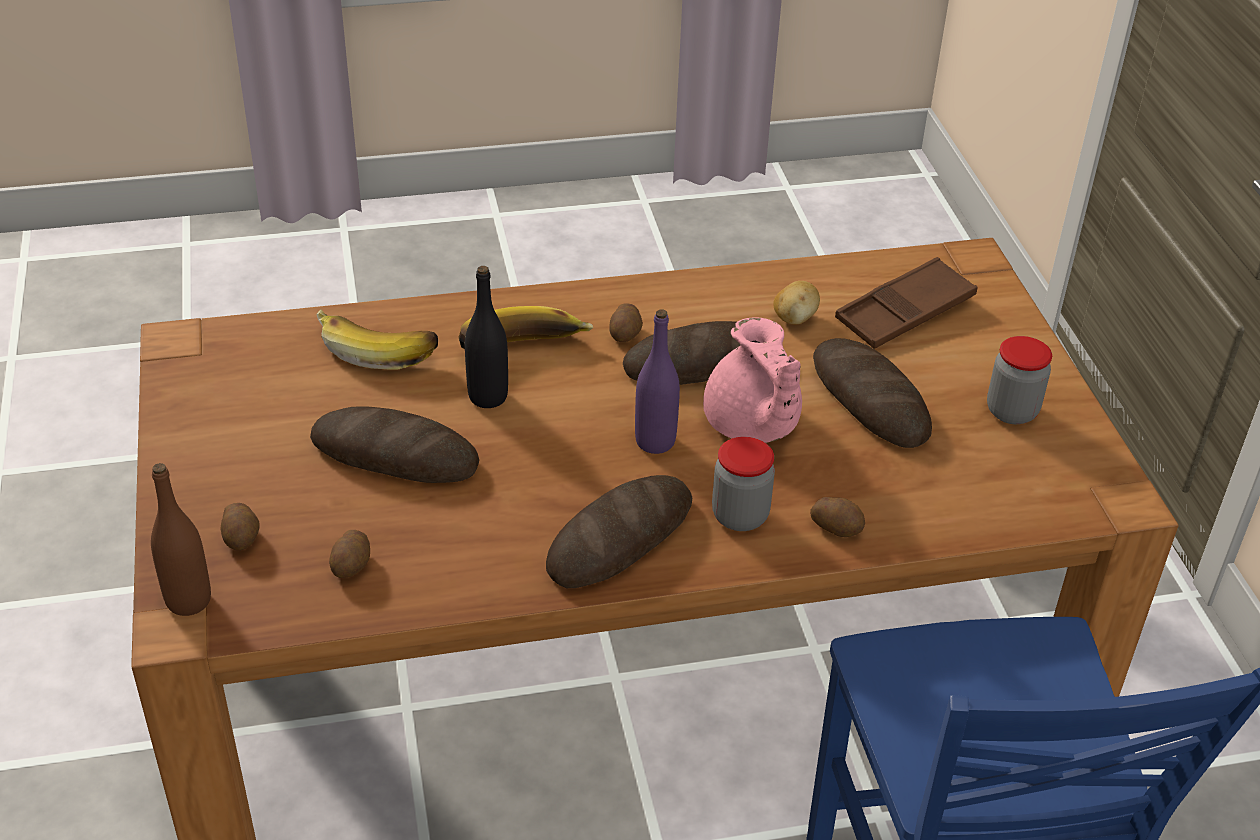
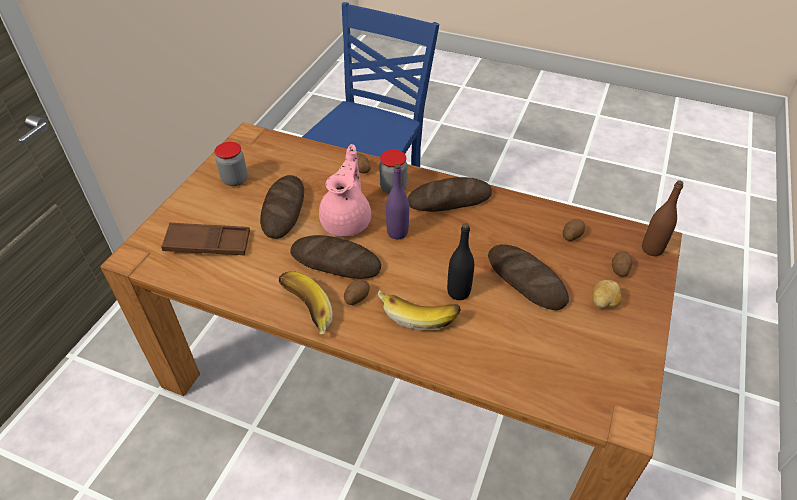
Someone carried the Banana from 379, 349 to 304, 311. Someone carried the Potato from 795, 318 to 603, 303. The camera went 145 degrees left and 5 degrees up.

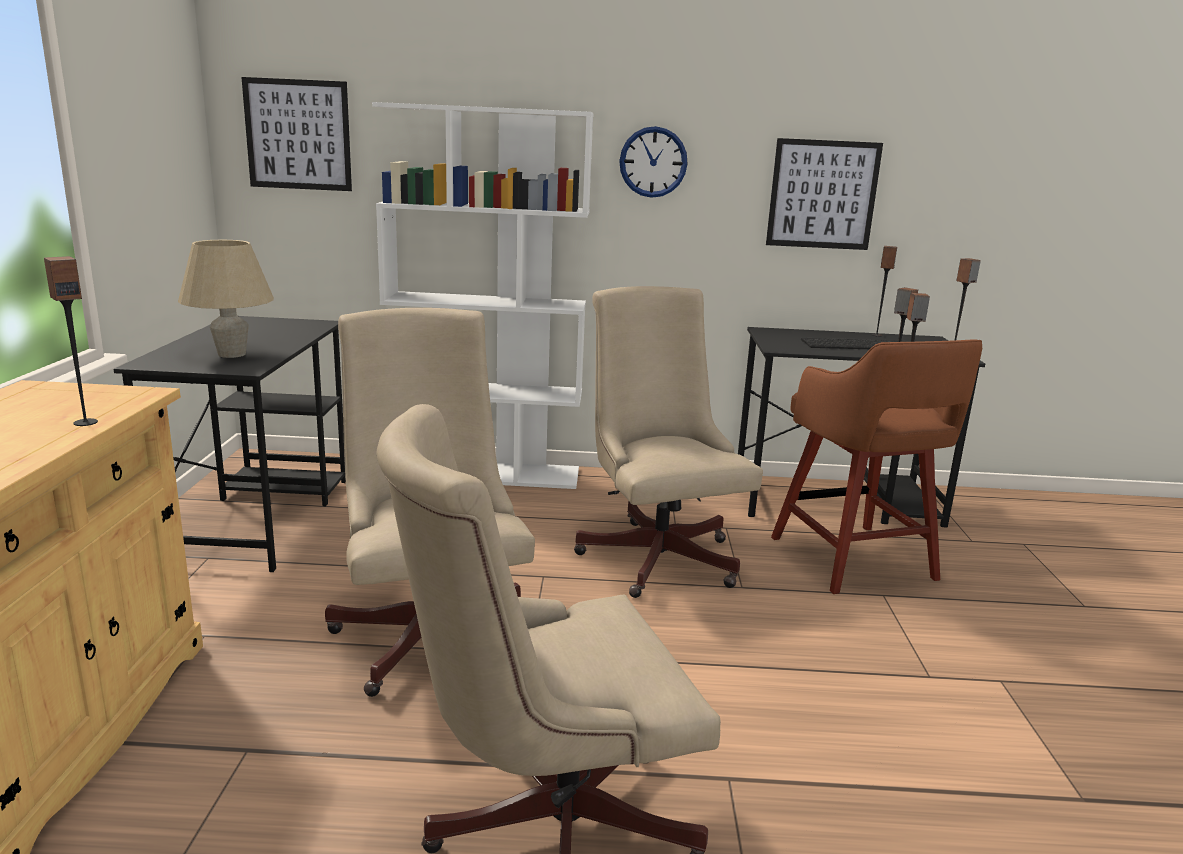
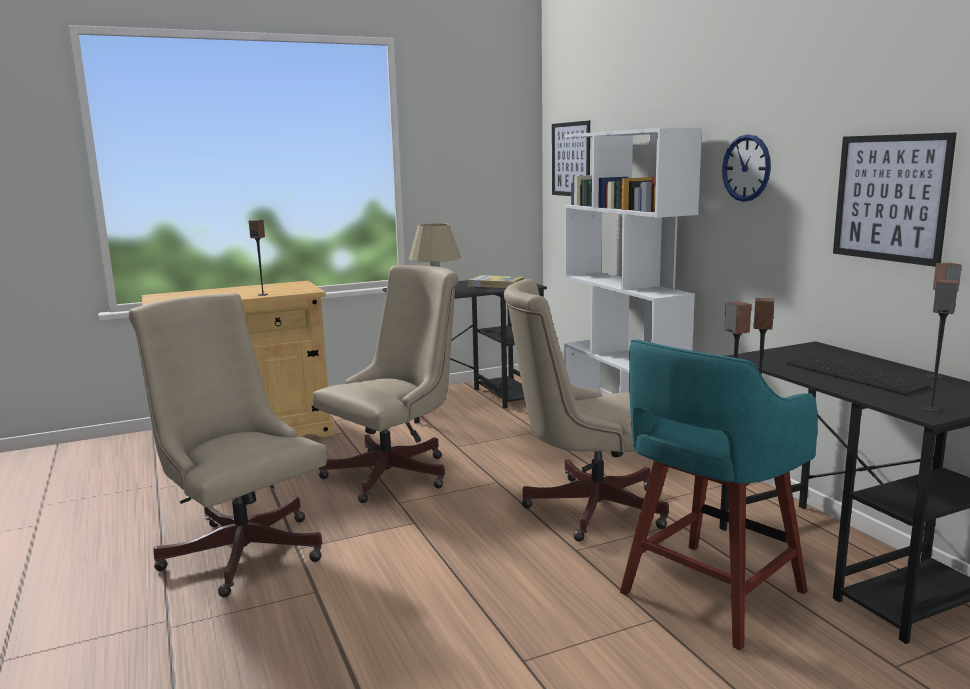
Someone put down the Book at 496, 284. Someone repainted the BrownStool at 854, 561, which became the TurquoiseStool at 709, 594. Someone rotated the BeigeOfficeChair at 656, 553 by 135 degrees counterclockwise. The camera went 65 degrees right and 5 degrees down.

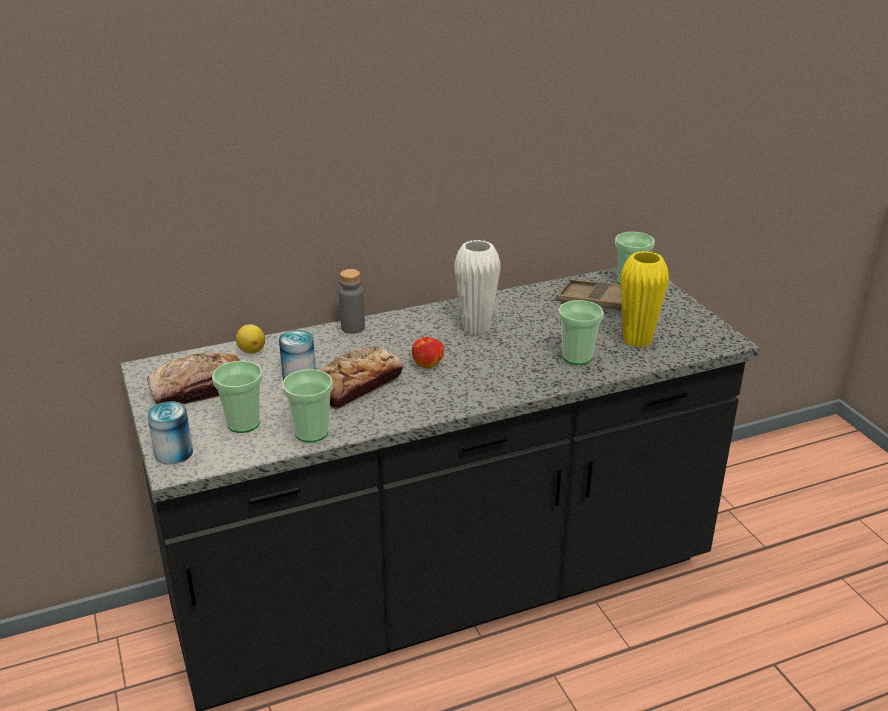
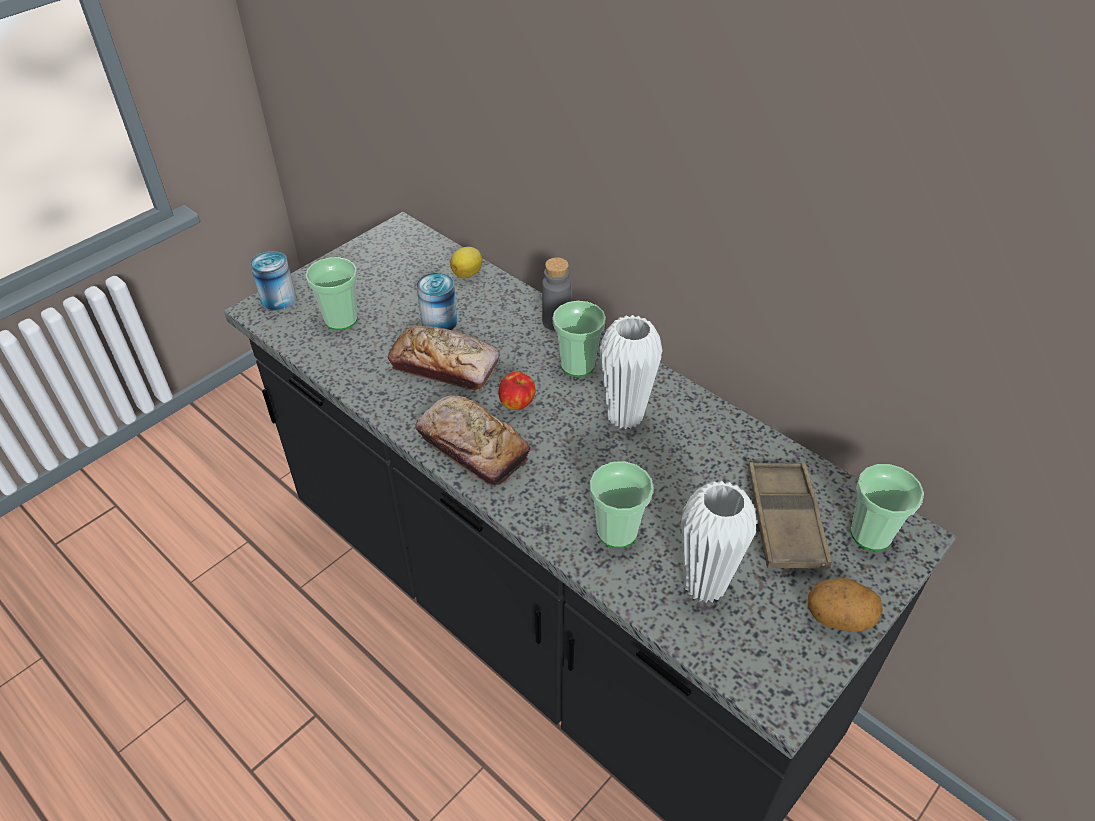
Someone put down the Potato at 838, 618. Someone carried the Bread from 198, 389 to 472, 447. Someone carried the Cup from 311, 433 to 577, 365. Someone repainted the YellowVase at 637, 340, which became the WhiteVase at 704, 585. The camera went 65 degrees right and 15 degrees up.

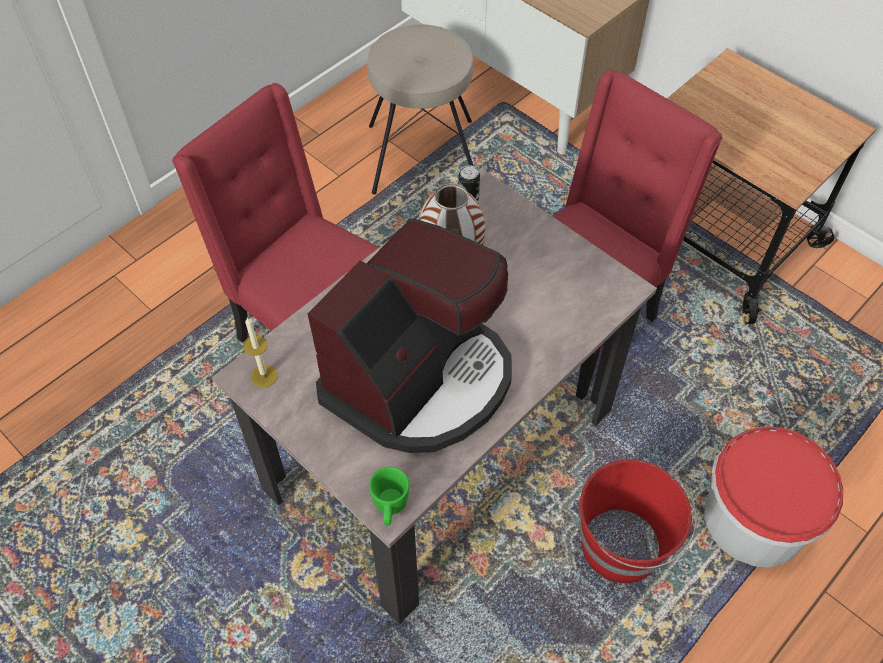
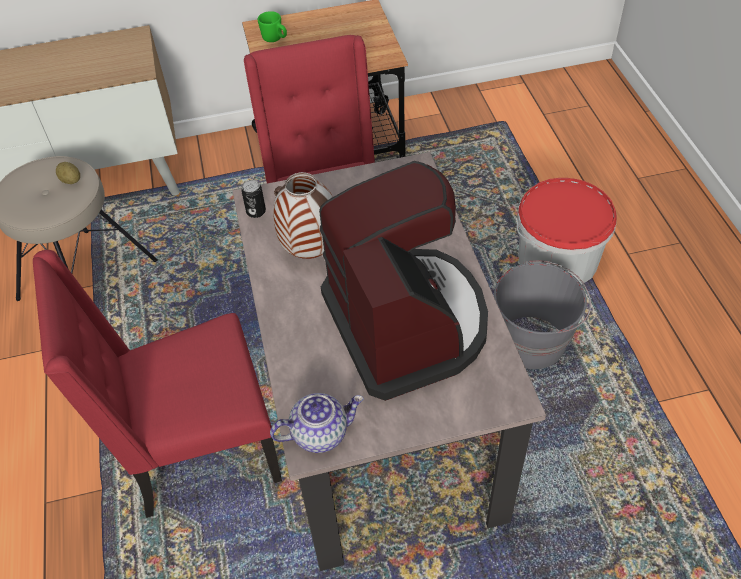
Someone put down the Potato at 71, 180. Someone carried the GreenMug from 390, 508 to 275, 39. Someone swapped the Candle at 264, 376 for the Teapot at 320, 433. Someone repainted the RedBucket at 622, 546, which became the GreyBucket at 532, 342. The camera went 55 degrees left and 5 degrees down.

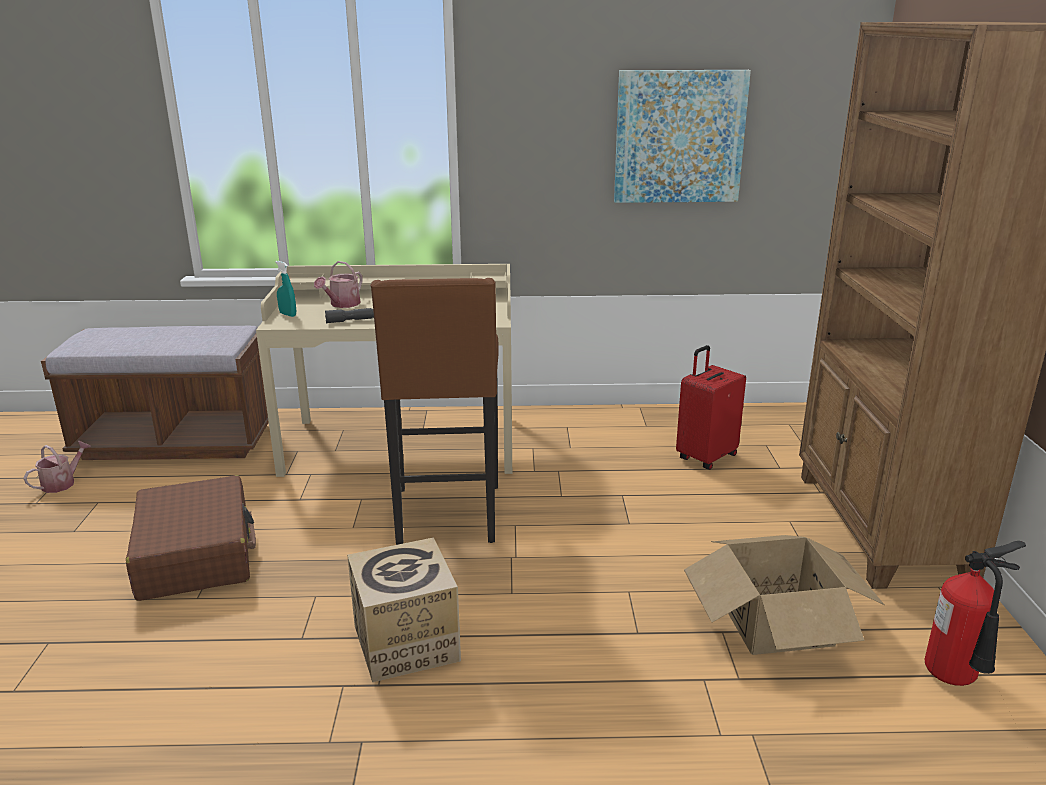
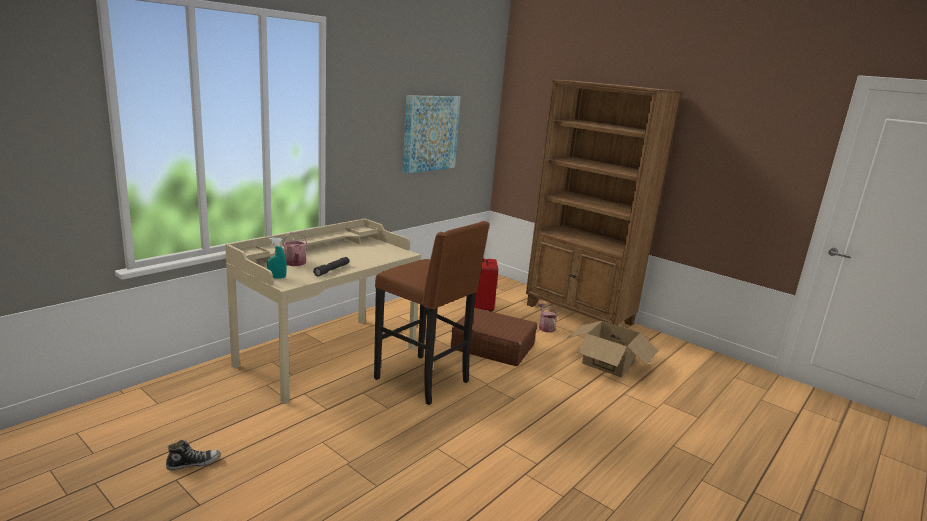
Someone took away the BrownBench at 176, 442. Someone took away the CardboardBox at 406, 643. Someone took away the FireExtinguisher at 956, 680. Someone put down the Shoe at 194, 463. Someone carried the WateringCan from 62, 483 to 545, 327. Someone carried the BrownSuitcase from 196, 554 to 492, 347. The camera went 50 degrees left and 5 degrees down.

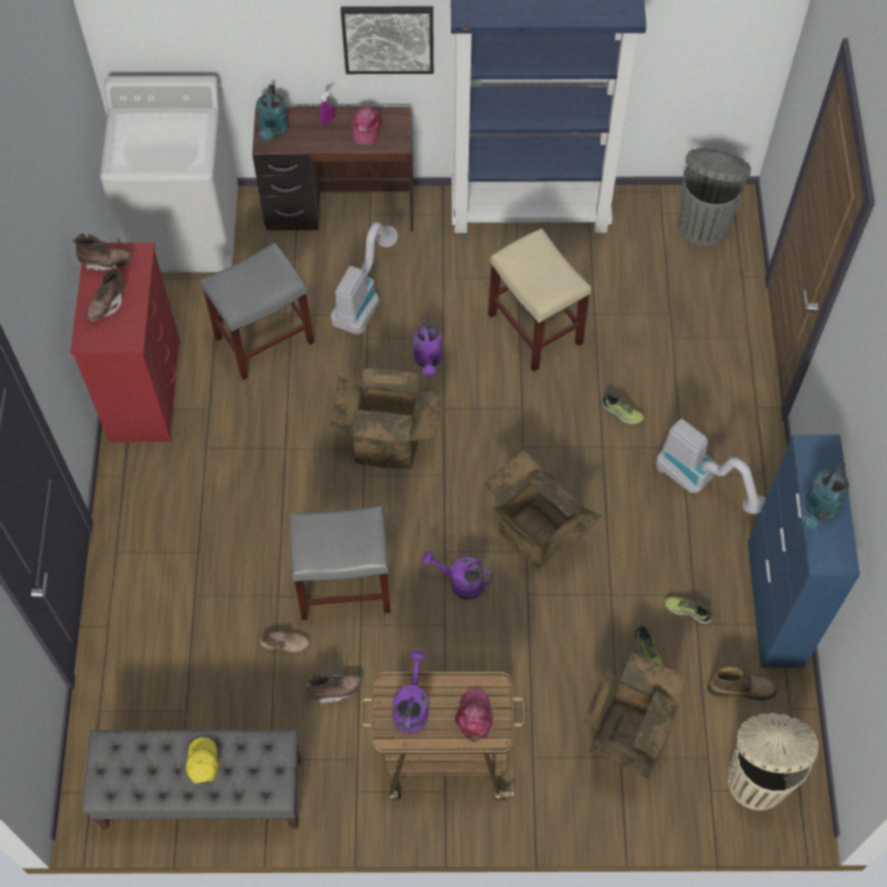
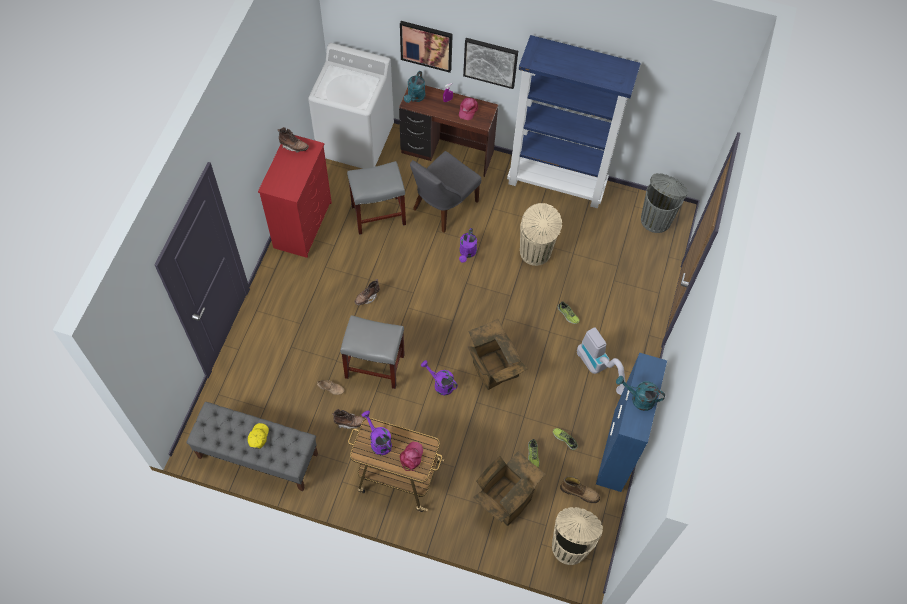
Someone took away the CardboardBox at 388, 438. Someone put up the Picture at 426, 45. Someone carried the BrownBoot from 107, 304 to 367, 297. Someone swapped the VacuumCleaner at 363, 297 for the GreyChair at 443, 207. Someone swapped the BeigeStool at 536, 329 for the BeigeTrashCan at 535, 253. Someone rotated the PurpleWateringCan at 411, 707 by 60 degrees counterclockwise. Someone rotated the TurquoiseWateringCan at 819, 509 by 60 degrees clockwise. The camera went 15 degrees right and 0 degrees up.

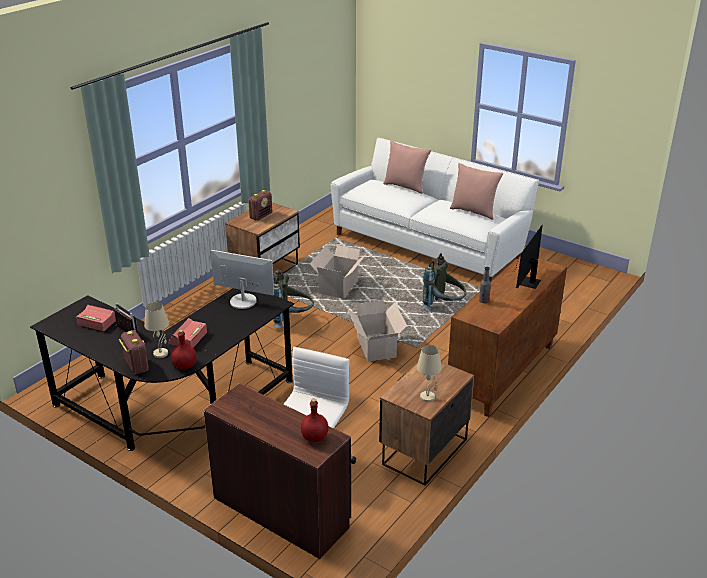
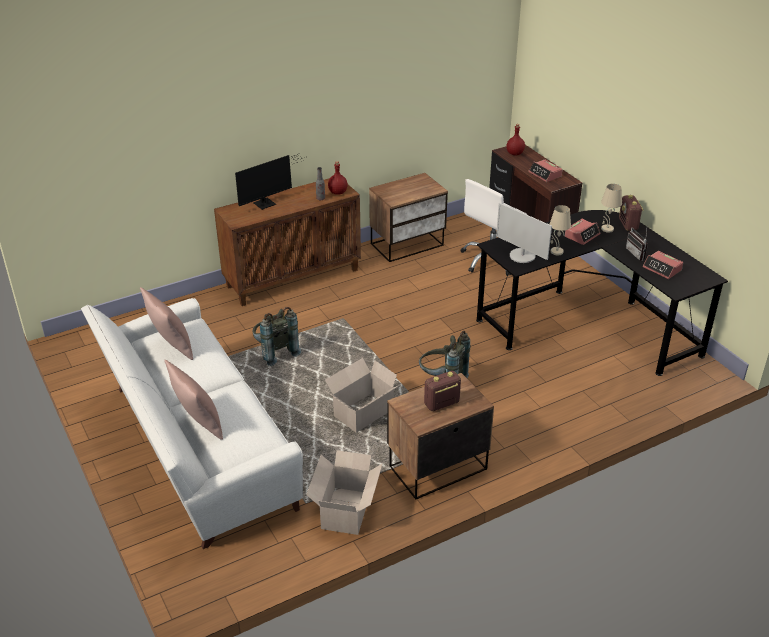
Someone put down the AlarmClock at 545, 174. Someone carried the RedBottle from 185, 366 to 338, 192. Someone carried the CardboardBox from 376, 348 to 347, 509. Someone carried the BeigeTableLamp from 428, 397 to 556, 251. The camera went 155 degrees left and 5 degrees up.

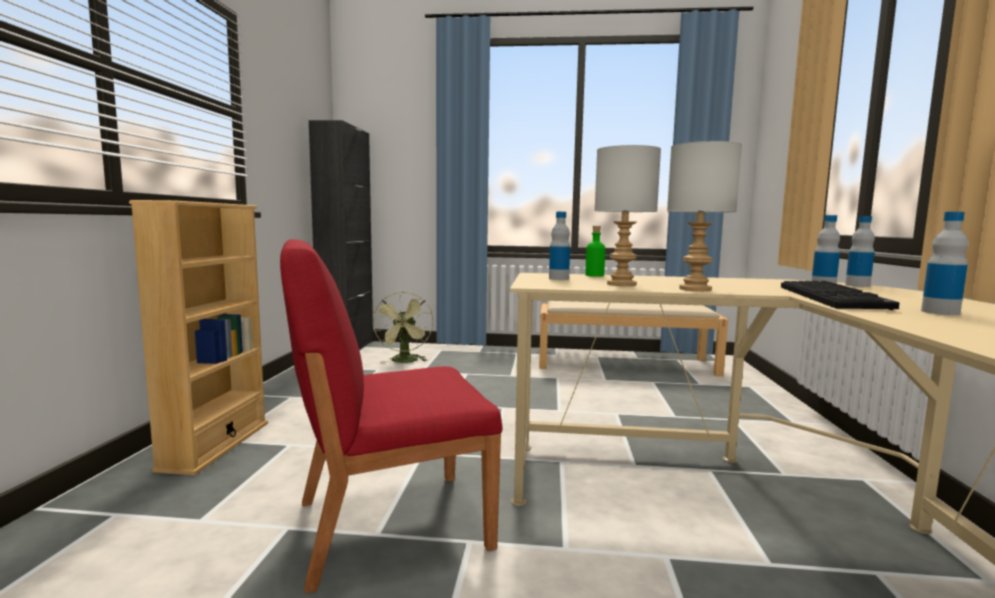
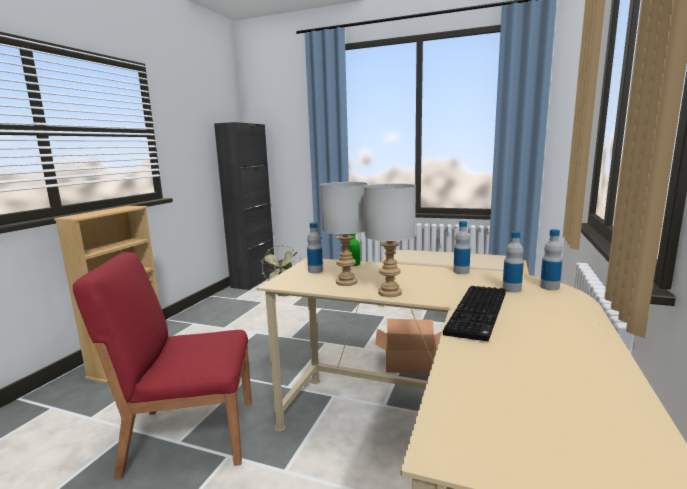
Someone put down the CardboardBox at 410, 363. Someone carried the Bottle from 940, 312 to 461, 271. The camera went 15 degrees right and 5 degrees up.

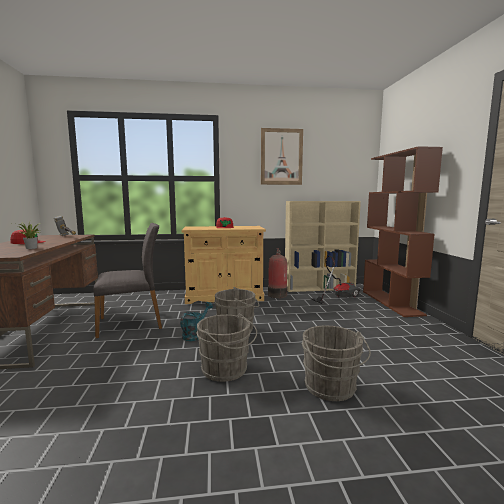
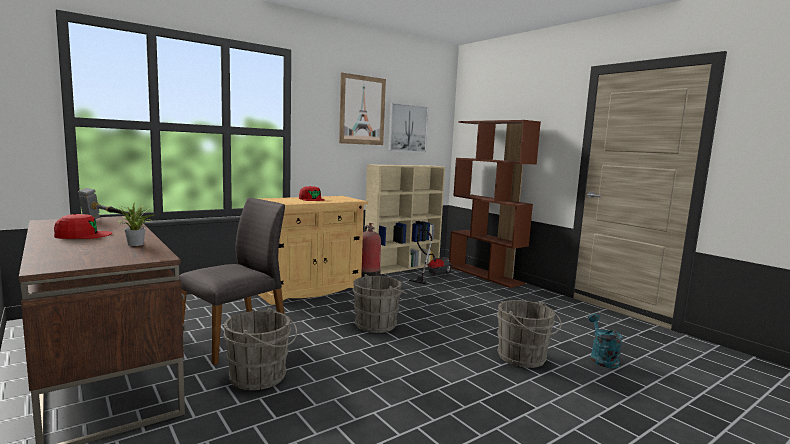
Someone put up the Picture at 407, 128. Someone carried the TurquoiseWateringCan from 195, 334 to 601, 358. Someone carried the GreyBucket from 226, 370 to 261, 377. The camera went 30 degrees left and 0 degrees up.

